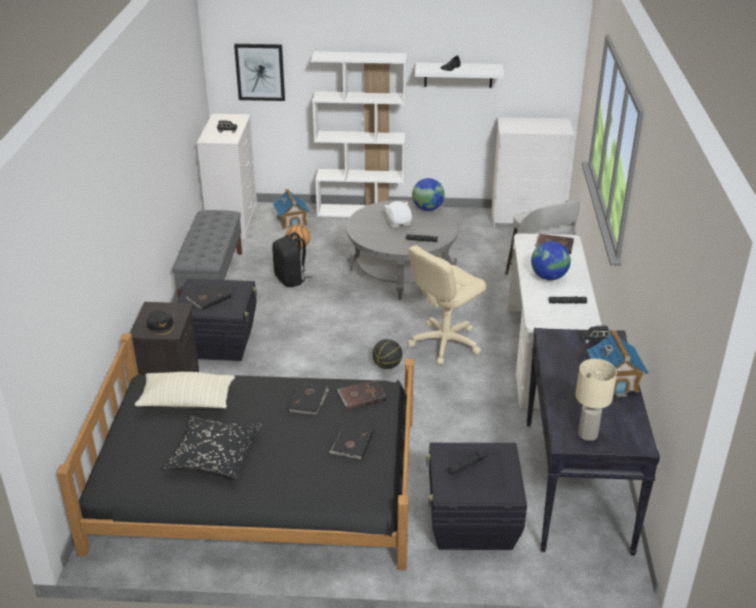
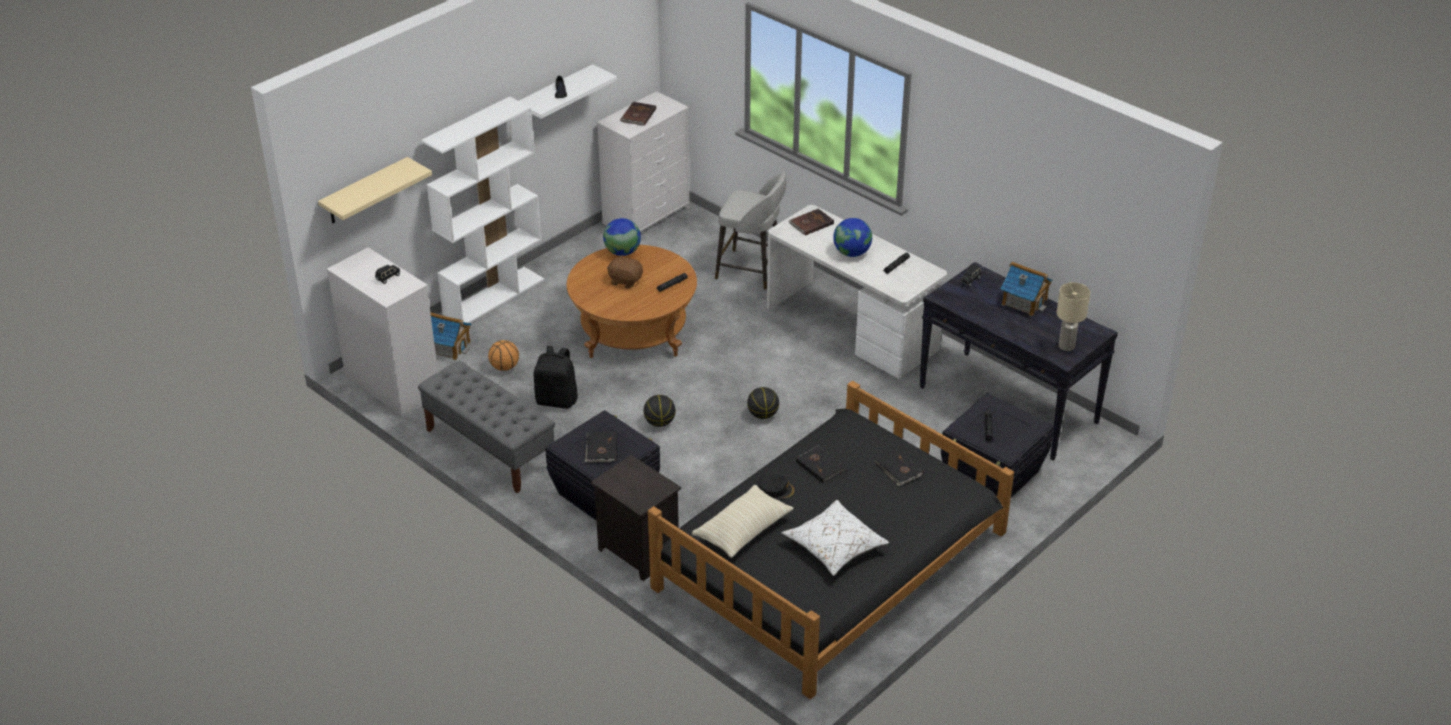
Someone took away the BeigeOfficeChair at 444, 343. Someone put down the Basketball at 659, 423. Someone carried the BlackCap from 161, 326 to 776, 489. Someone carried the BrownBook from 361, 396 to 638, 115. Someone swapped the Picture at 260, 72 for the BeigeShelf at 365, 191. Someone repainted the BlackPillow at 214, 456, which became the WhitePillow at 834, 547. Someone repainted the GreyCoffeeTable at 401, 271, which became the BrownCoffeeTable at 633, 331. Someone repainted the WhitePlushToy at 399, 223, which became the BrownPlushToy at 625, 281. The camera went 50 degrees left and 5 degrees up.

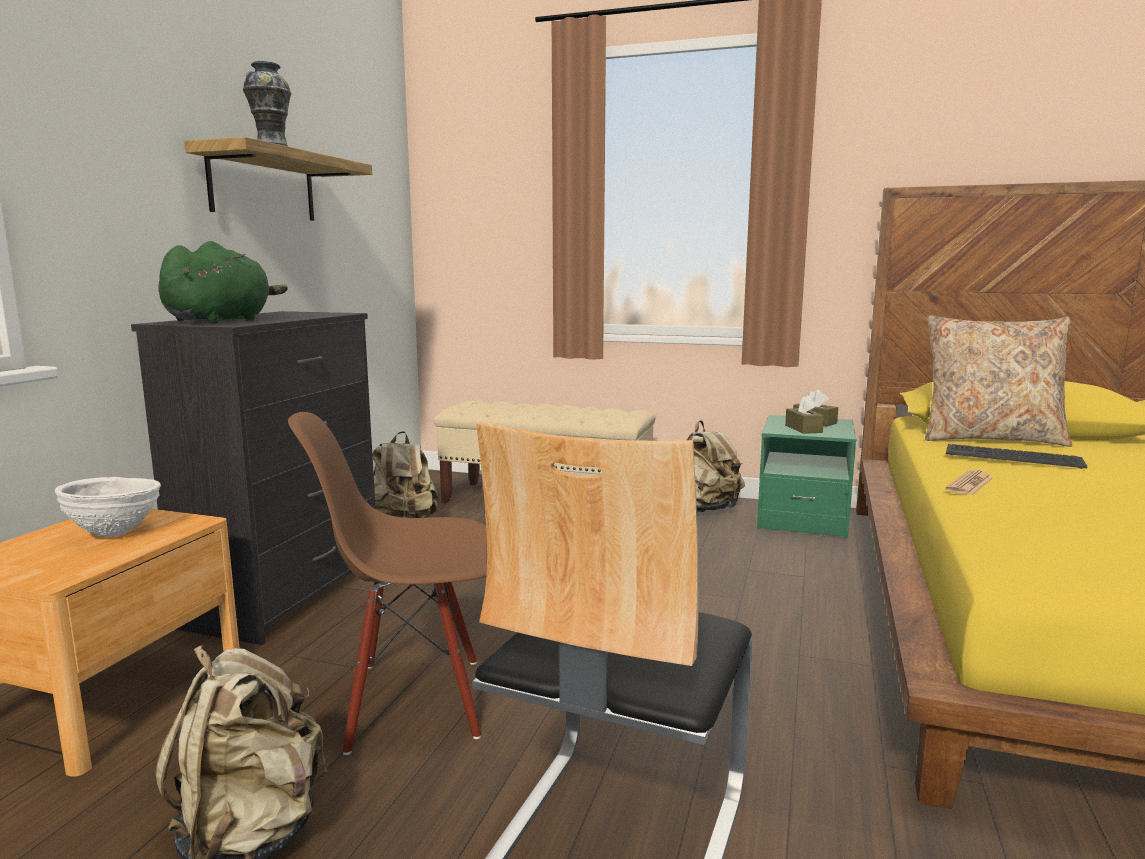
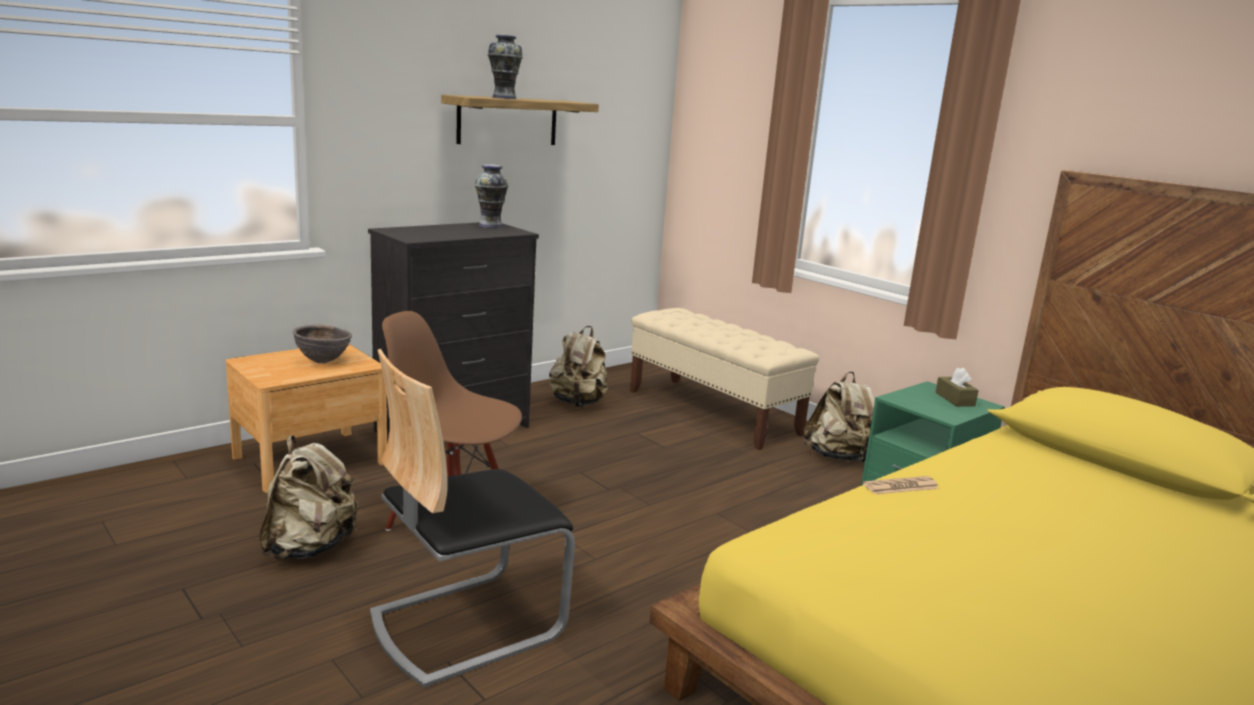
Someone took away the GreenPlushToy at 222, 321. Someone took away the BrownTissueBox at 803, 429. Someone took away the BeigePillow at 990, 438. Someone took away the Keyboard at 1013, 457. Someone put down the Vase at 491, 226. Someone repainted the WhiteBowl at 115, 534, which became the BrownBowl at 323, 362. The camera went 30 degrees right and 5 degrees up.

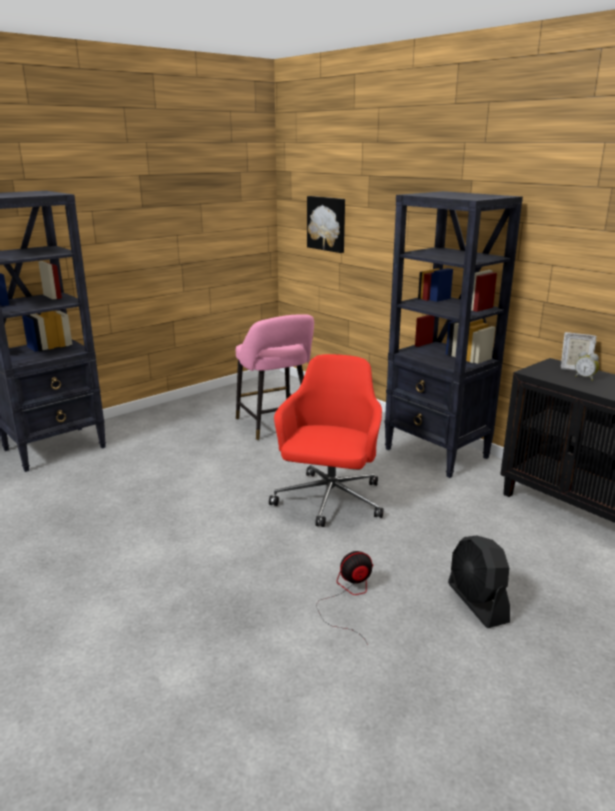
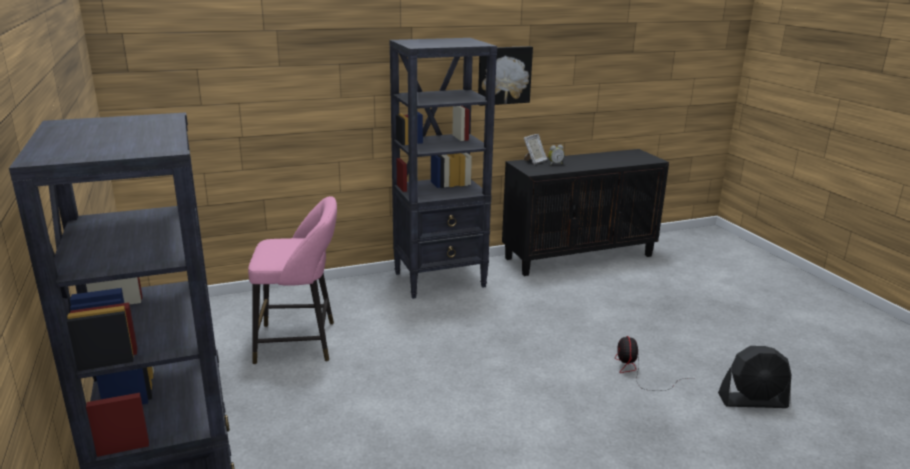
Someone took away the RedOfficeChair at 329, 501. Someone carried the Picture from 327, 223 to 503, 75. Someone carried the BlackFan from 477, 603 to 753, 401. The camera went 70 degrees left and 0 degrees up.

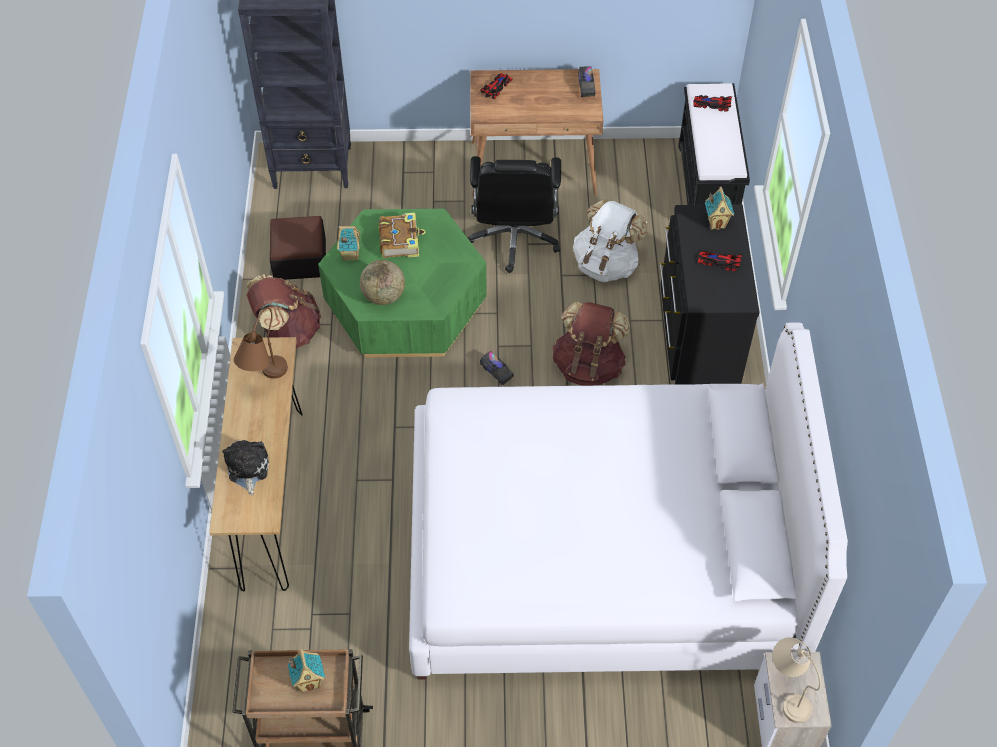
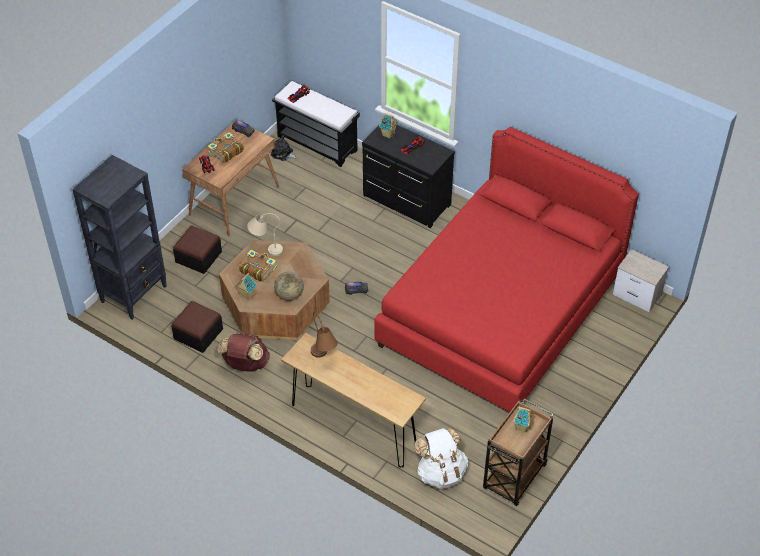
Someone took away the BlackOfficeChair at 514, 238. Someone took away the BrownBackpack at 588, 366. Someone put down the Ottoman at 198, 257. Someone put down the Book at 225, 151. Someone carried the PlushToy from 247, 469 to 283, 154. Someone carried the WhiteBackpack from 606, 264 to 441, 472. Someone carried the BeigeTableLamp from 788, 691 to 265, 248. Someone repainted the GreenCoffeeTable at 405, 304, which became the BrownCoffeeTable at 276, 304. Someone repainted the WhiteBed at 601, 555, which became the RedBed at 501, 310. The camera went 55 degrees left and 5 degrees down.

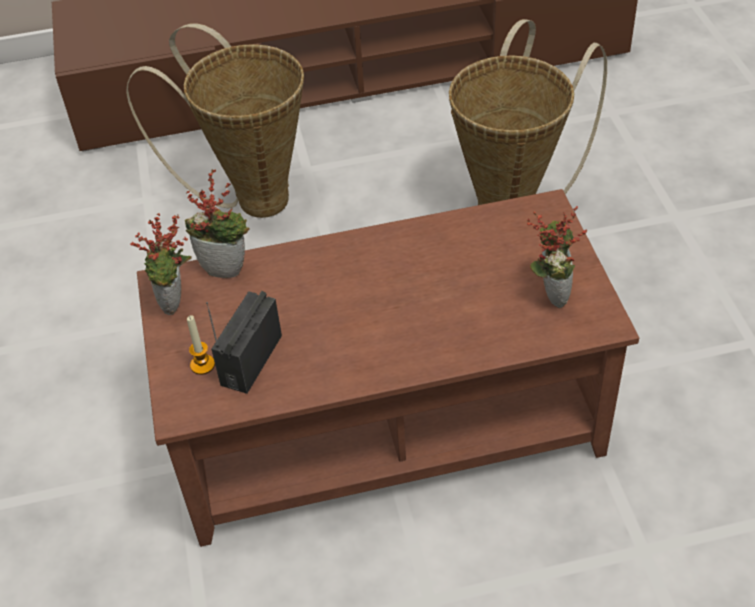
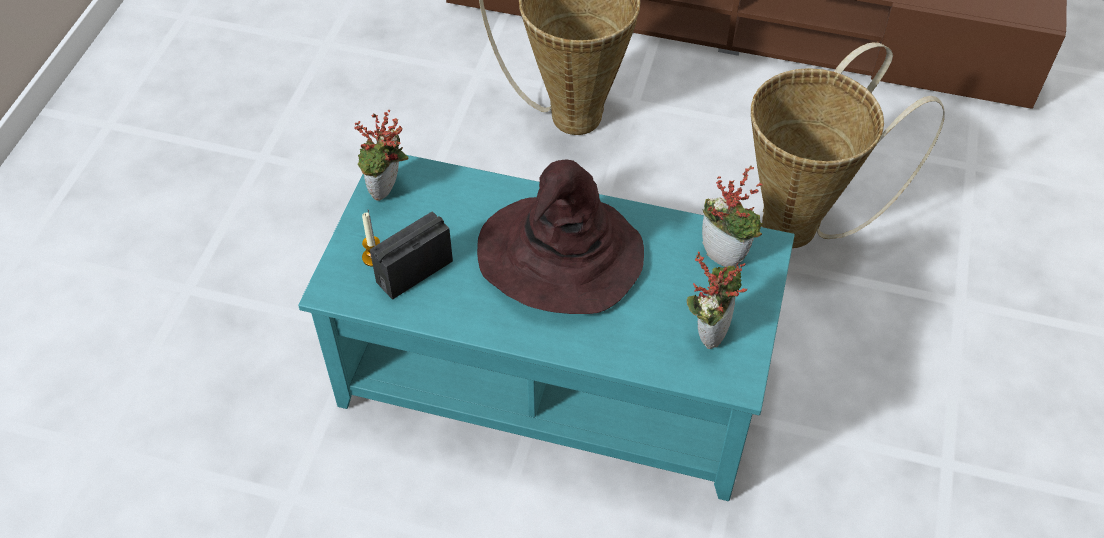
Someone put down the BrownHat at 559, 257. Someone carried the PottedPlant from 226, 267 to 726, 255. Someone repainted the BrownCoffeeTable at 386, 429, which became the TurquoiseCoffeeTable at 550, 380. The camera went 25 degrees right and 5 degrees up.

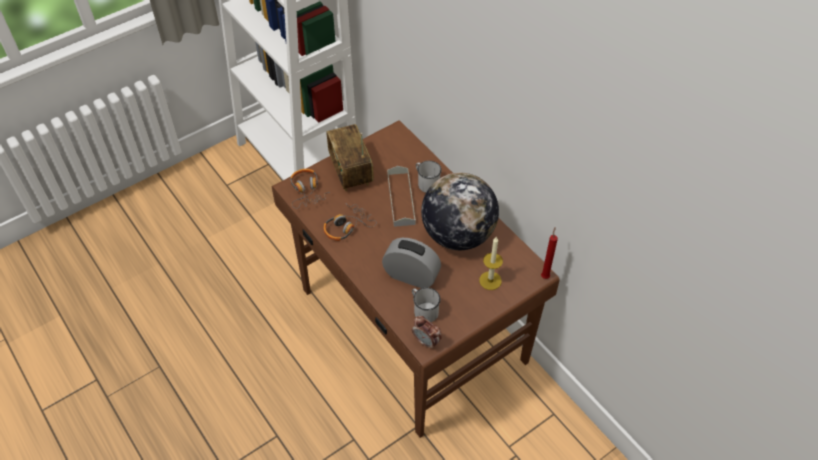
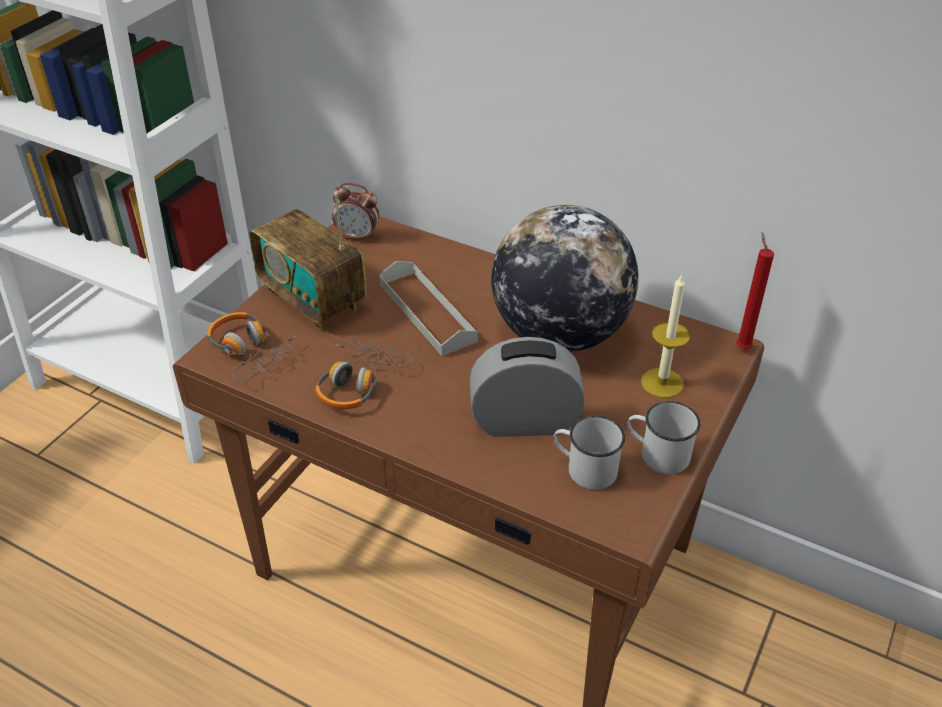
Someone carried the AlarmClock from 426, 341 to 358, 236. Someone carried the WhiteMug from 426, 183 to 657, 454. The camera went 25 degrees left and 10 degrees down.

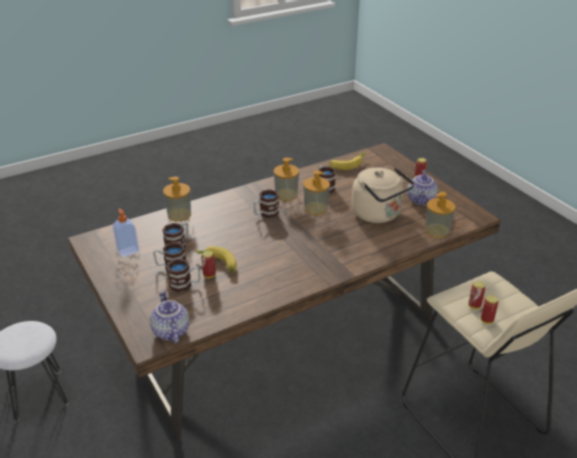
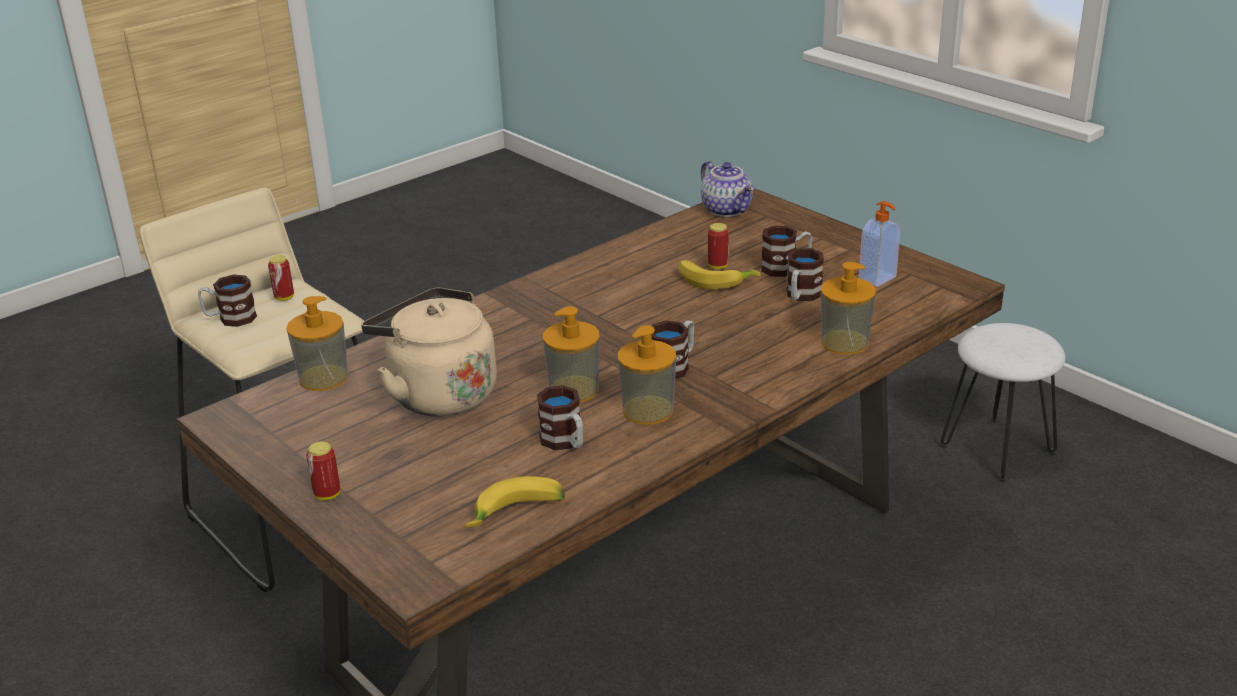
Someone took away the Teapot at 421, 200. Someone took away the Can at 474, 306. Someone carried the Mug from 185, 285 to 230, 319. The camera went 170 degrees right and 5 degrees down.

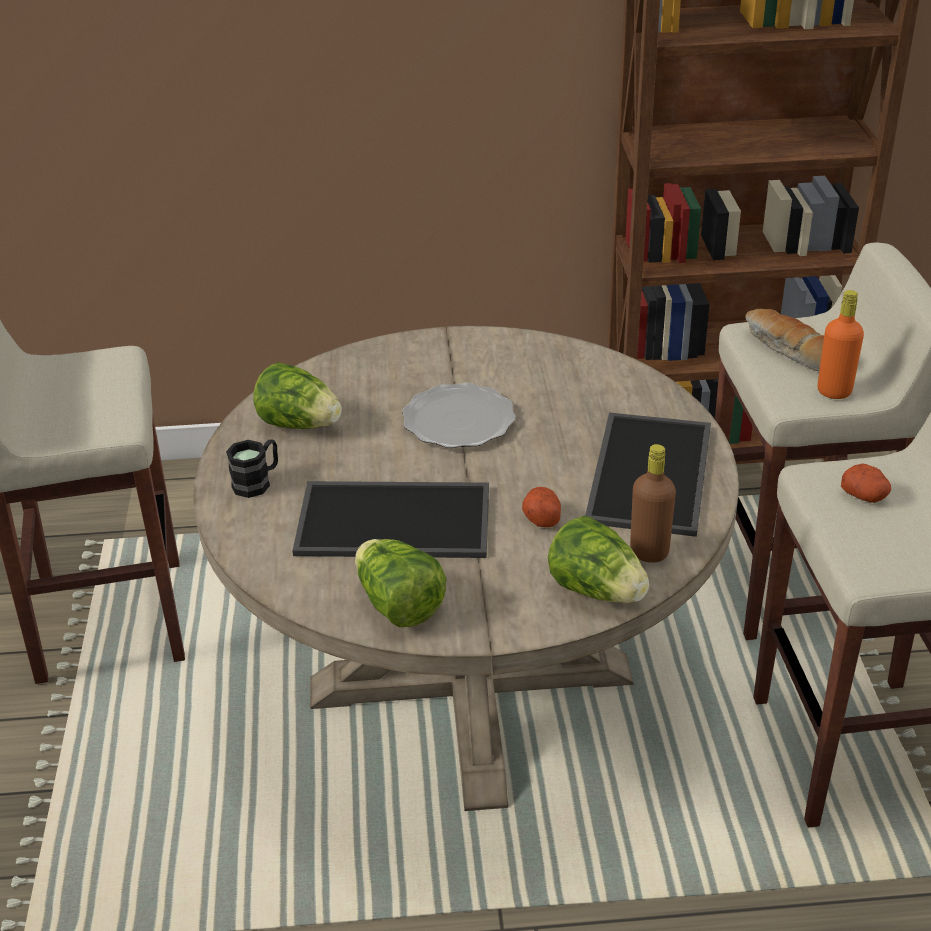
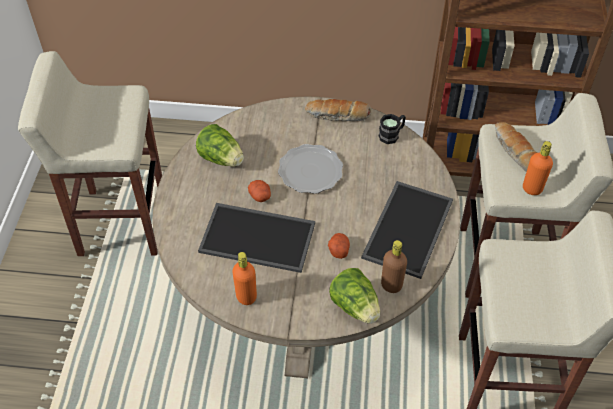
Someone put down the Bread at 338, 116. Someone carried the BlackMug from 257, 482 to 392, 135. Someone carried the Potato from 865, 495 to 260, 196. Someone swapped the Lettuce at 398, 605 for the OrangeBottle at 246, 296. The camera went 10 degrees right and 15 degrees up.

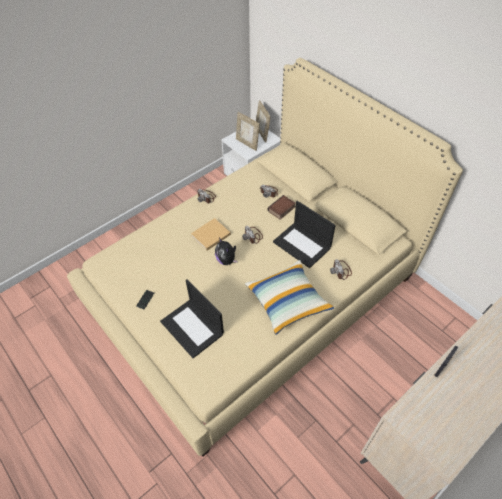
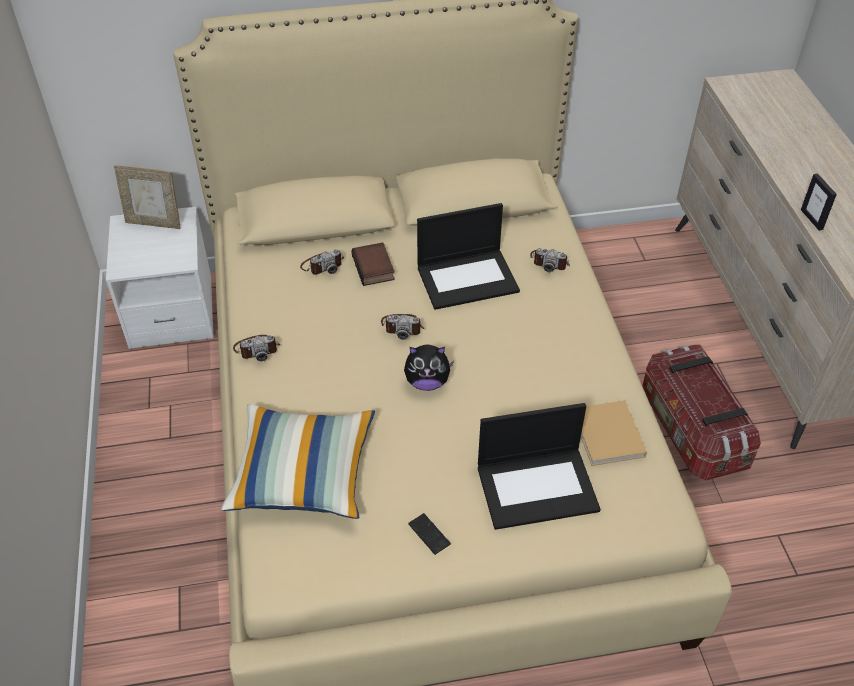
Someone took away the PictureFrame at 247, 144. Someone put down the StorageBox at 690, 430. Someone carried the BeigeBook from 210, 235 to 608, 436. Someone carried the Pillow from 288, 302 to 303, 473. The camera went 60 degrees left and 5 degrees down.

